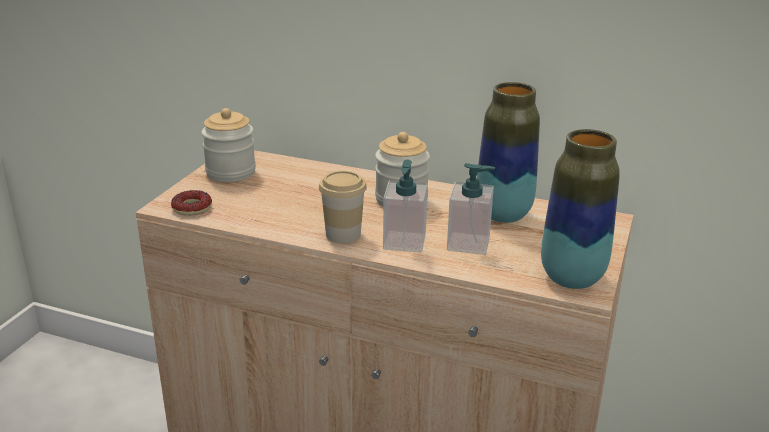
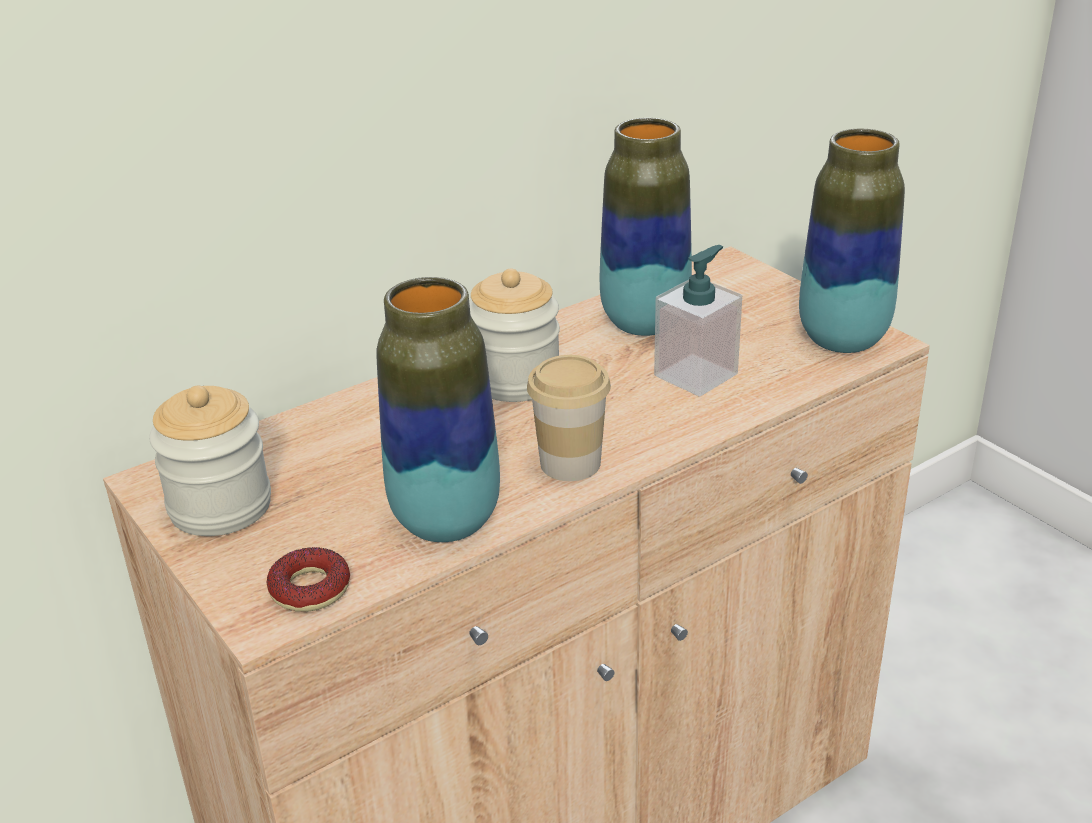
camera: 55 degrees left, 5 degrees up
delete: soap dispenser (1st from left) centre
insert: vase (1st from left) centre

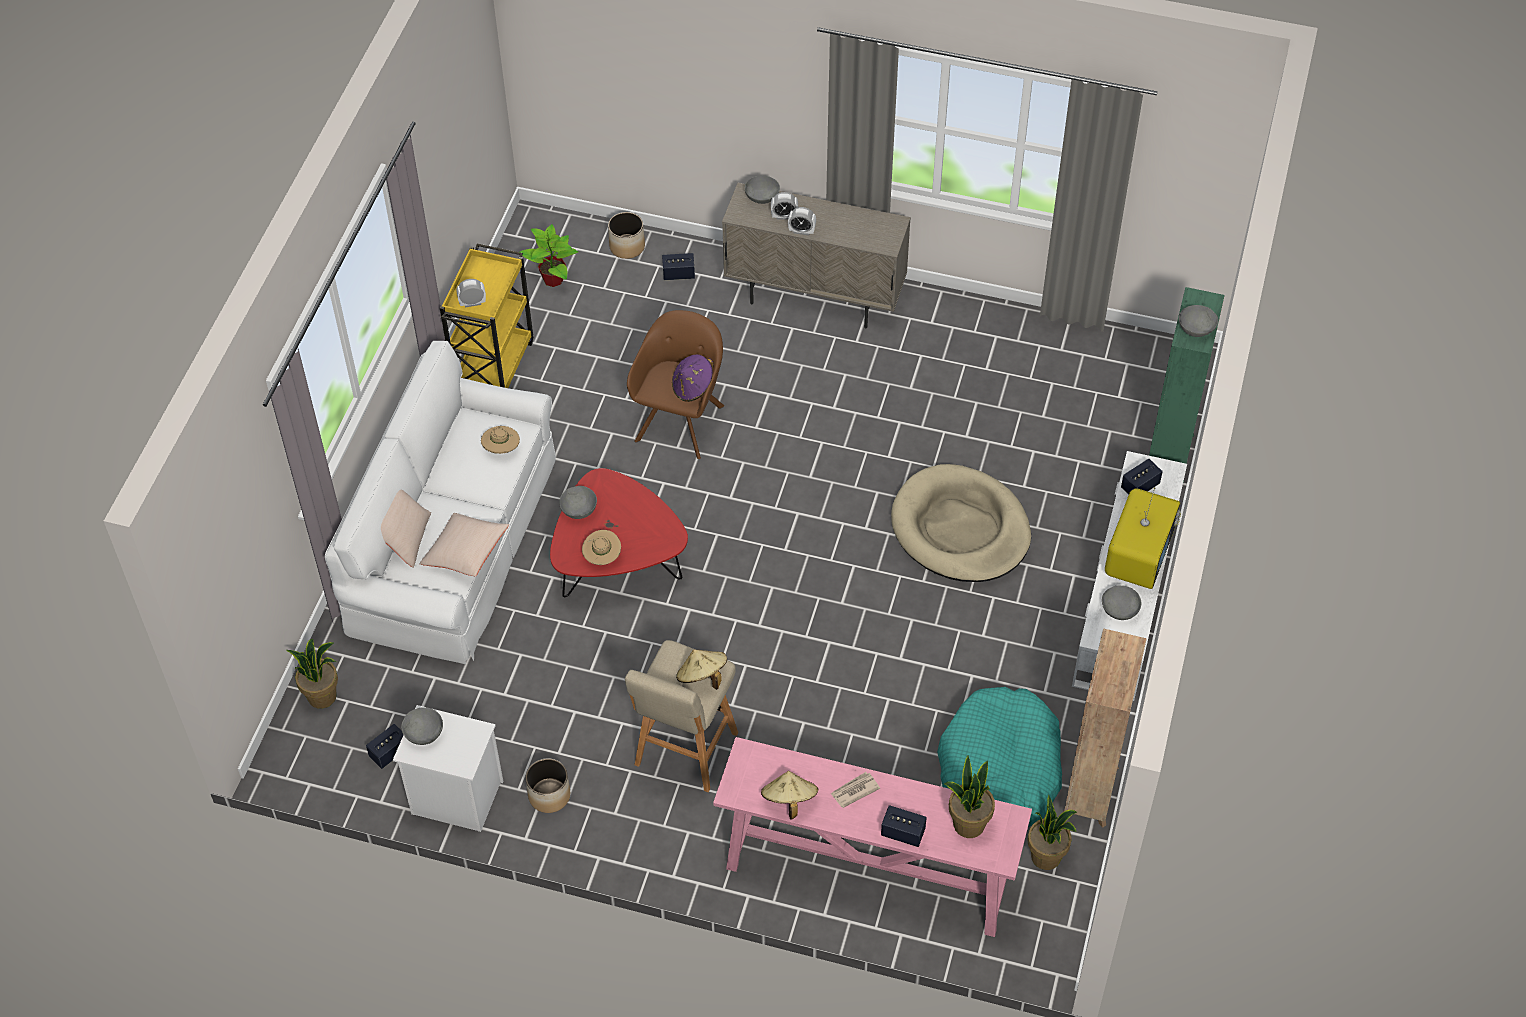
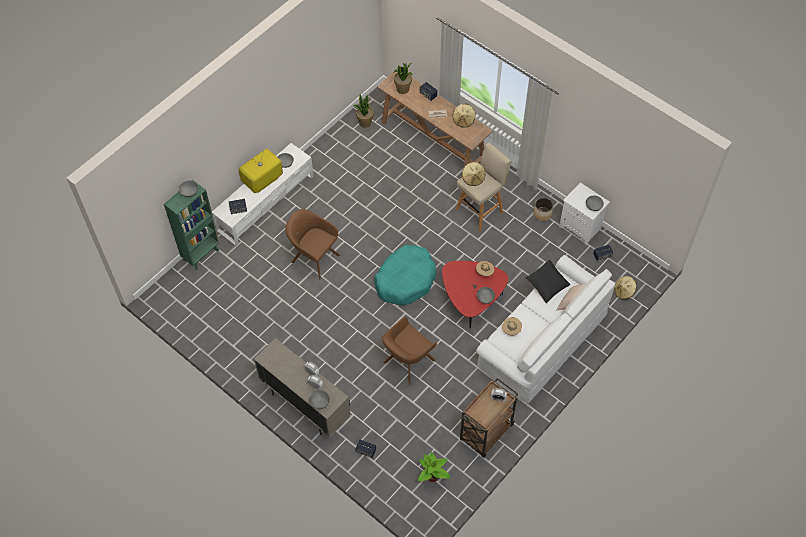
camera: 155 degrees left, 5 degrees up
delete: planter (2nd from left) top centre; purple-coloured clothing hat centre; brownish bookcase bottom right
move: turquoise dog bed bottom centre to centre
replace: potted plant (1st from left) middle left to beige-coloured clothing hat (5th from left) middle right; beige-coloured dog bed centre to brownish armchair (1st from left) centre
recolor: beige-coloured cushion (2nd from left) middle left to black cushion middle right; yellow wheeled cart top left to brownish wheeled cart bottom centre; pink hall table bottom centre to brownish hall table top centre

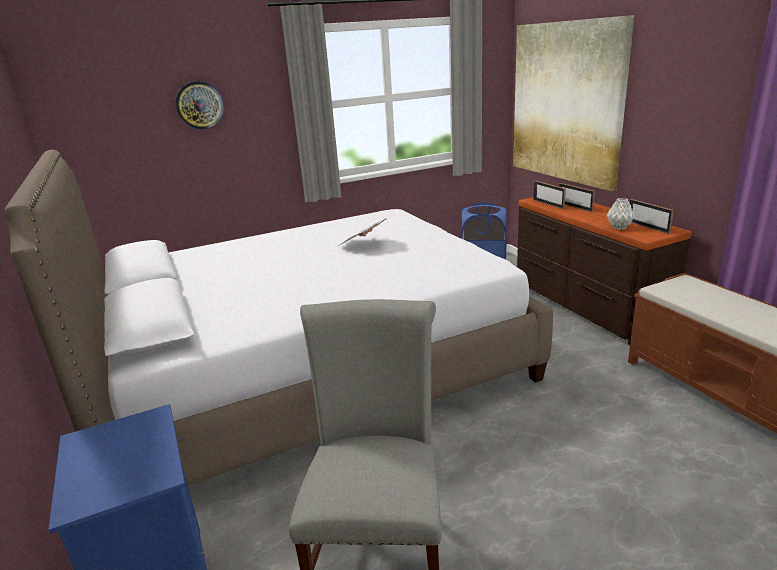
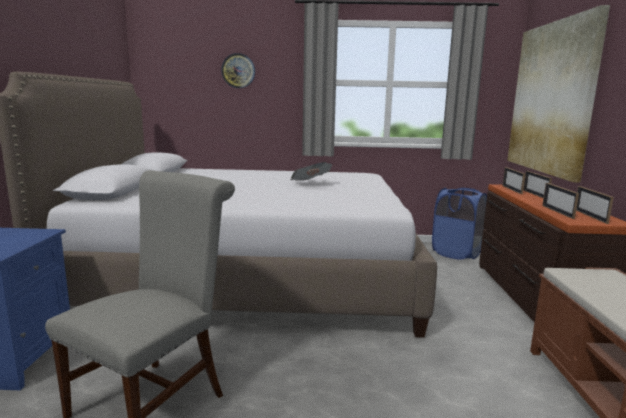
camera: 25 degrees right, 10 degrees down
replace: gray vase middle right to picture frame (3rd from left) middle right

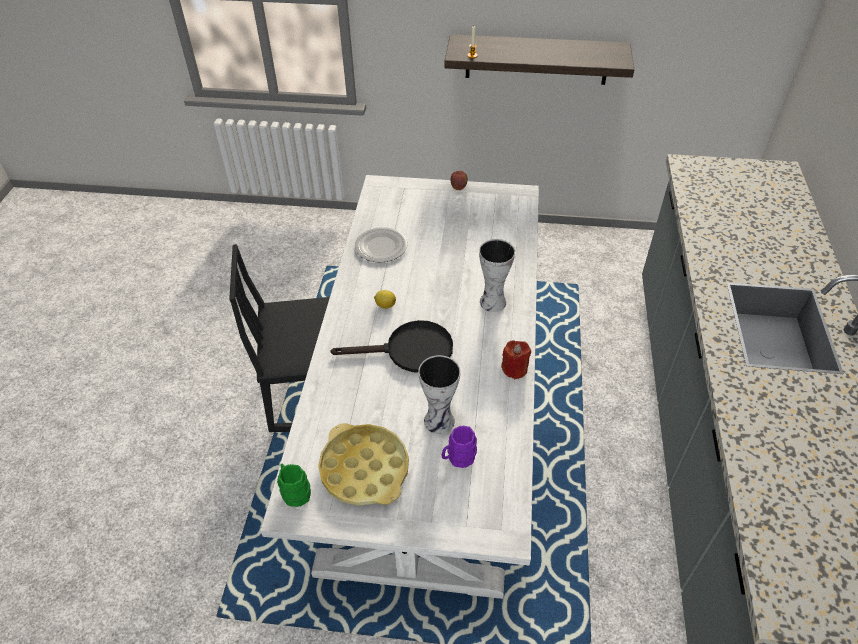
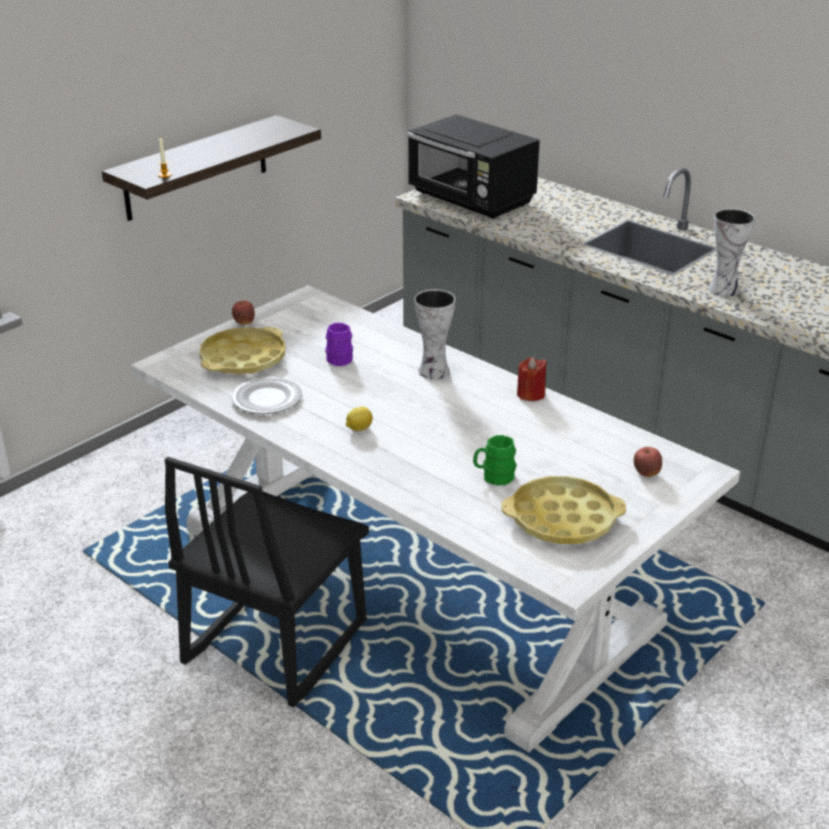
camera: 55 degrees left, 15 degrees down
delete: black skillet centre
insert: yellow carrying tray (1st from left) middle left; black kitchen microwave top centre; apple (2nd from left) middle right
move: greenish mug bottom centre to centre; vase (1st from left in the first image) centre to vase (2nd from left) top right; purple-coloured mug bottom centre to centre

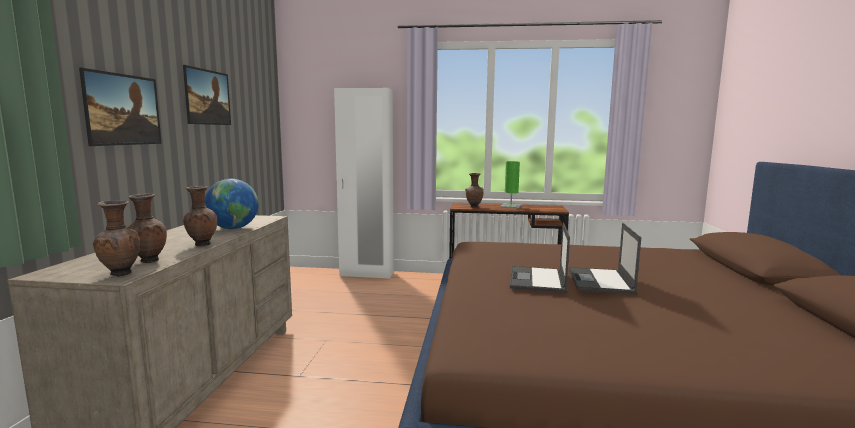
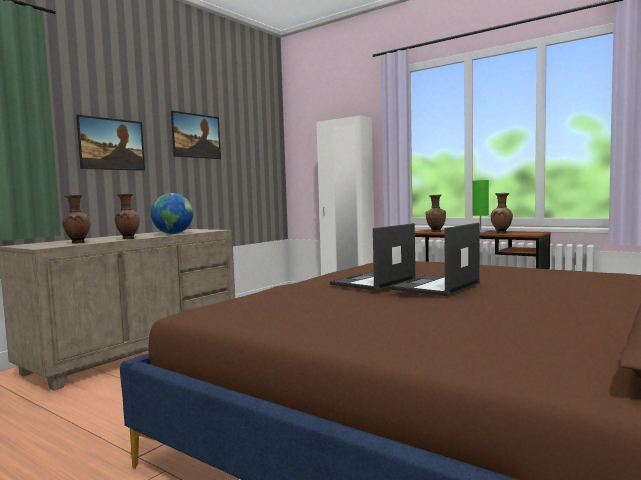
camera: 30 degrees right, 5 degrees down
move: brownish vase (1st from left in the first image) middle left to brownish vase (4th from left) middle right

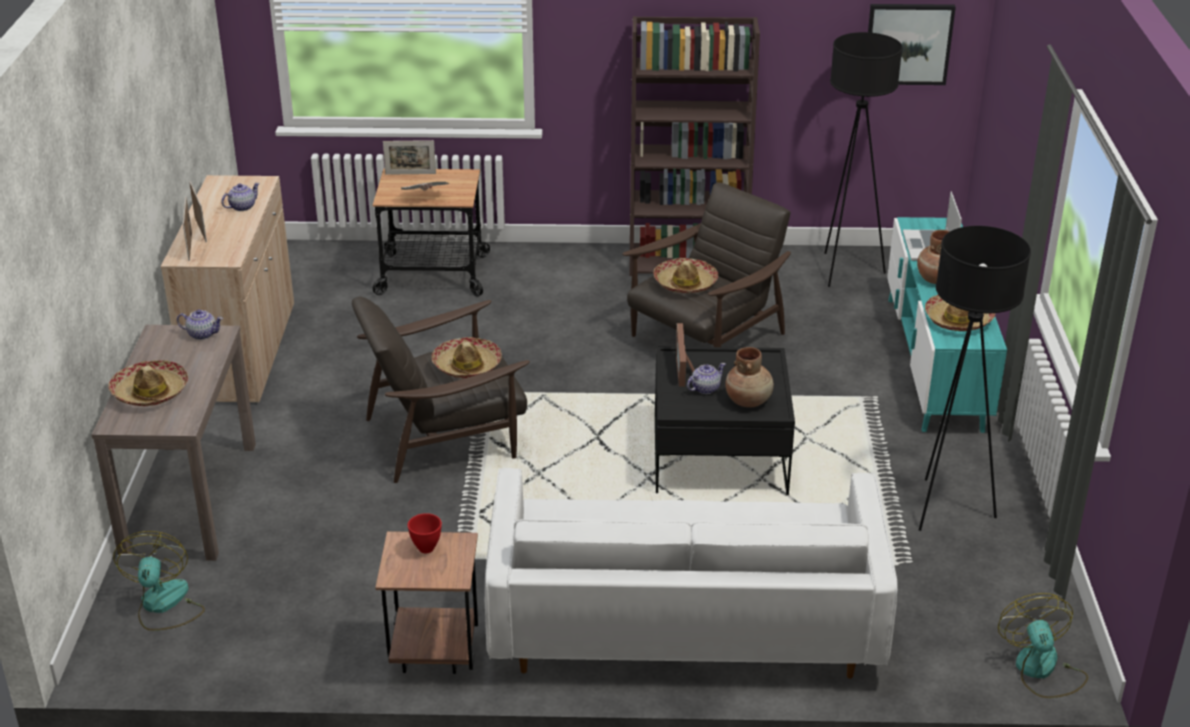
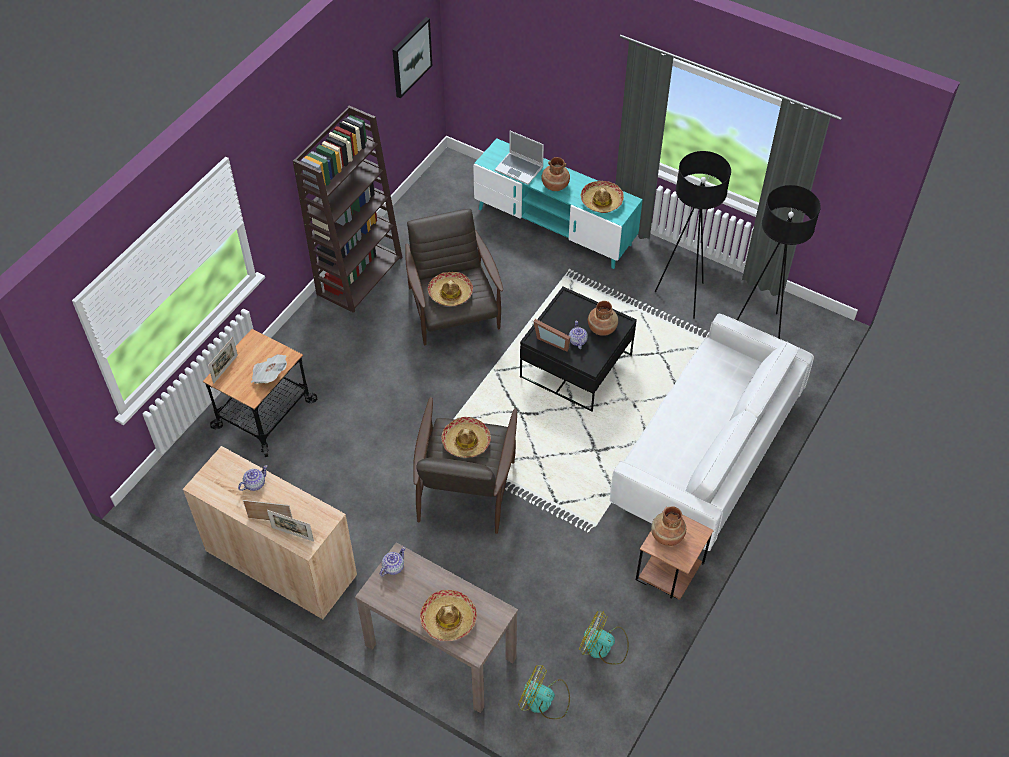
camera: 60 degrees left, 20 degrees up
move: black floor lamp (1st from left in the first image) top right to black floor lamp (2nd from left) middle right; fan (2nd from left) bottom right to bottom centre
replace: reddish serving bowl bottom centre to brownish vase (3rd from left) bottom centre
rotate: teapot (2nd from left in the first image) top left = middle left 60 degrees clockwise

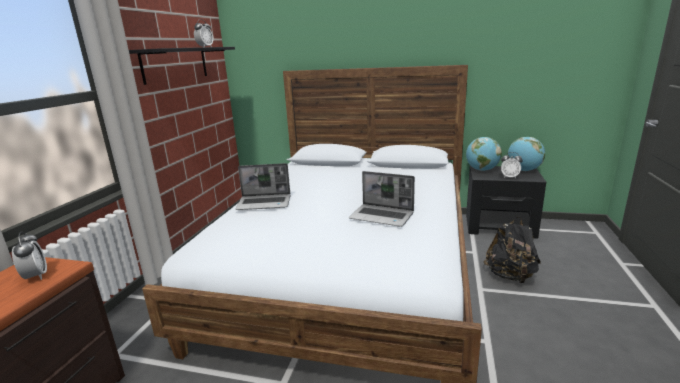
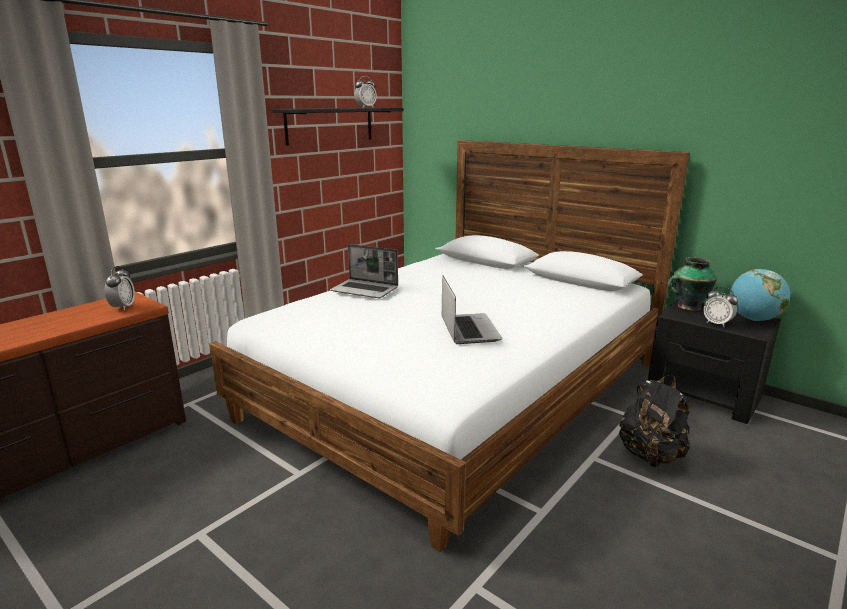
camera: 25 degrees right, 0 degrees up
replace: globe (1st from left) middle right to vase middle right
rotate: laptop (2nd from left) centre = centre 150 degrees counterclockwise

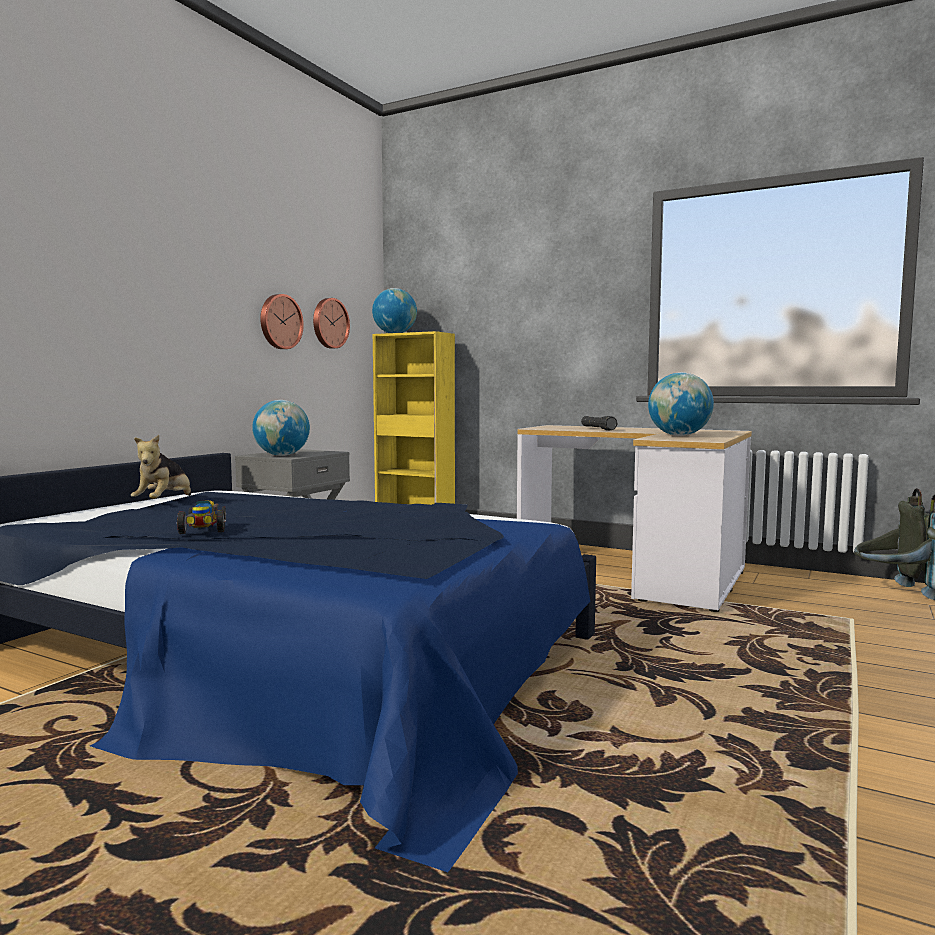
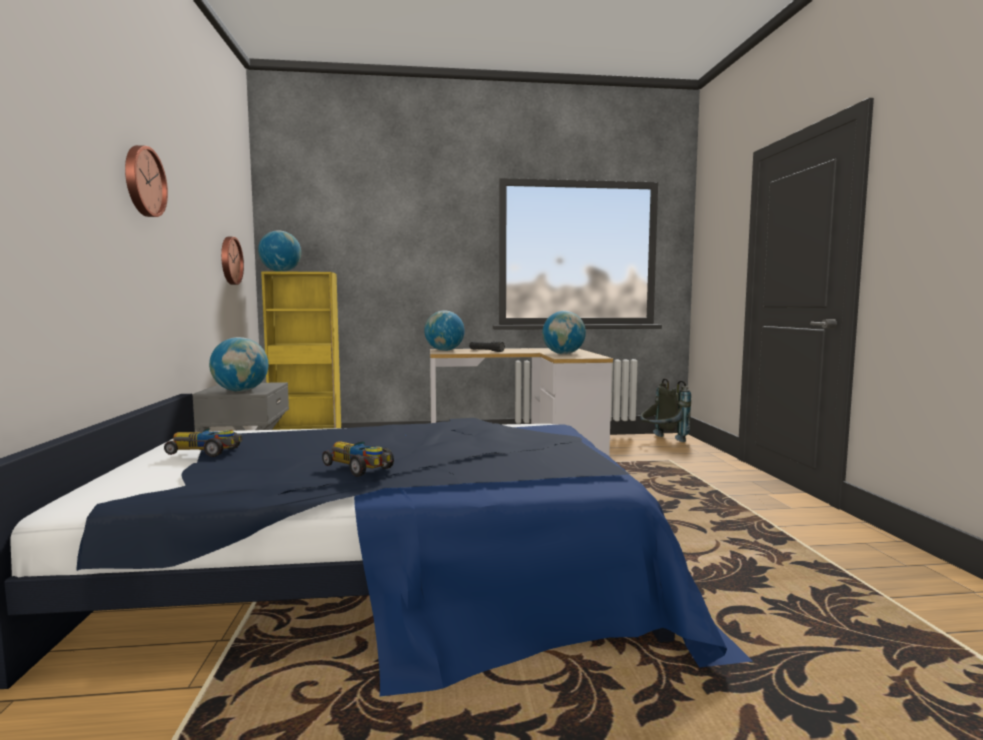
camera: 35 degrees left, 0 degrees up
insert: globe (3rd from left) centre
move: clock on the wall (1st from left) middle left to top left
replace: cuddly toy middle left to model car (1st from left) middle left

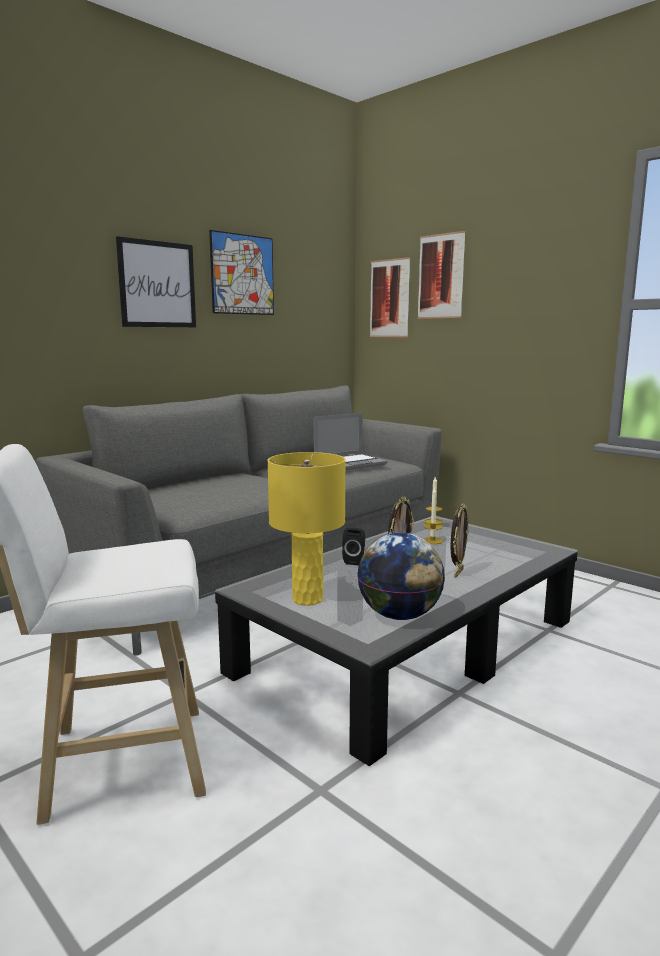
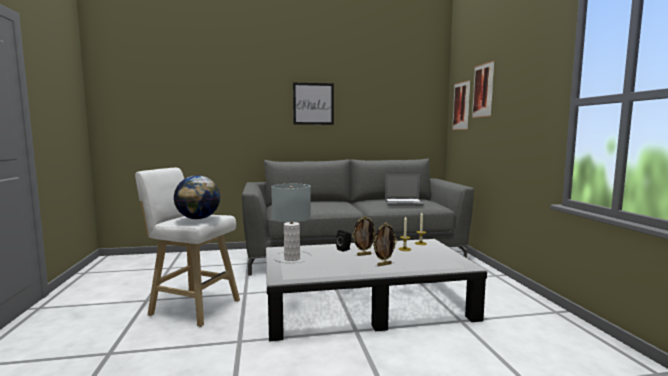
camera: 35 degrees right, 5 degrees down
delete: picture (2nd from left) top centre
move: globe centre to middle left
recolor: yellow table lamp centre to gray table lamp centre

